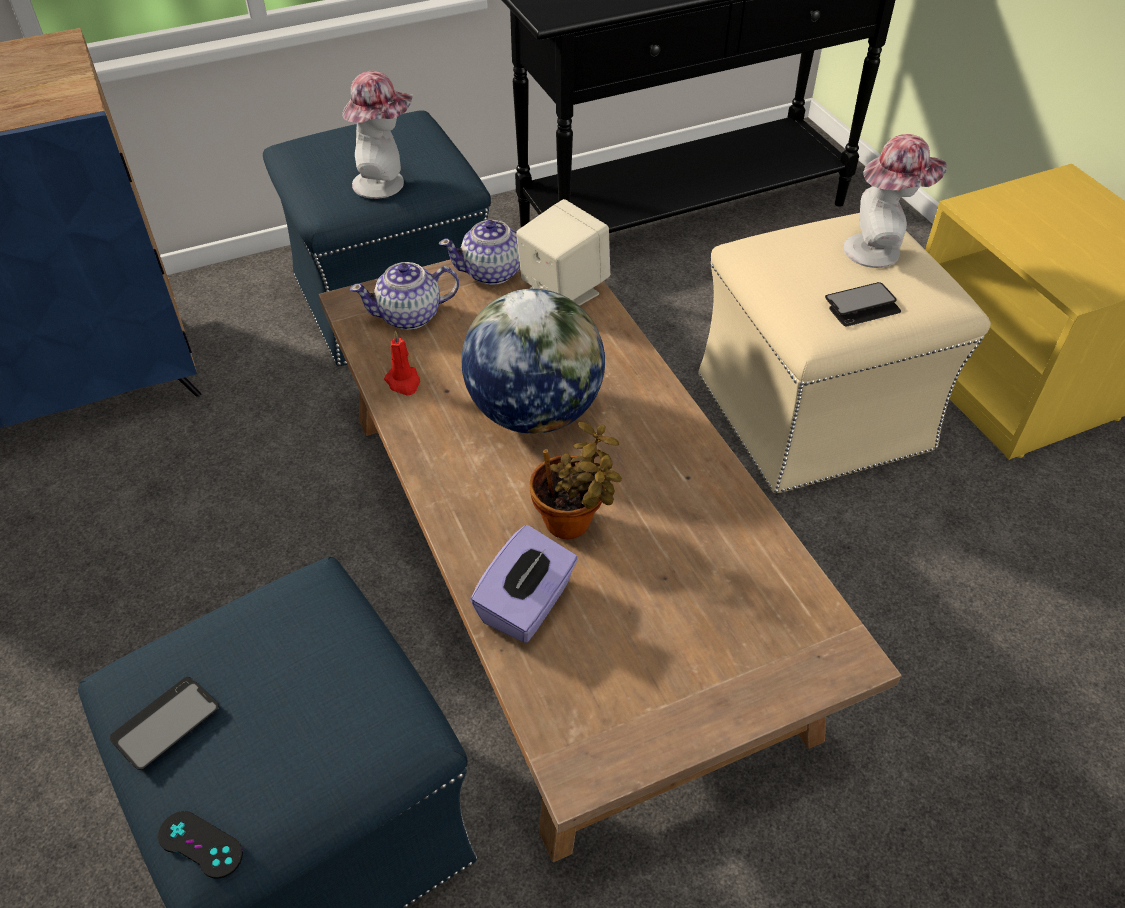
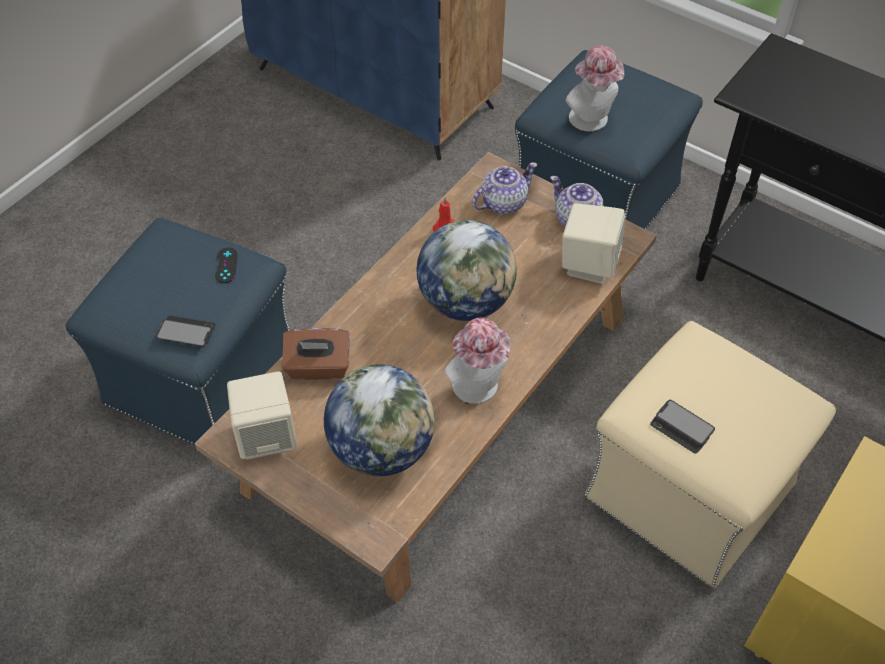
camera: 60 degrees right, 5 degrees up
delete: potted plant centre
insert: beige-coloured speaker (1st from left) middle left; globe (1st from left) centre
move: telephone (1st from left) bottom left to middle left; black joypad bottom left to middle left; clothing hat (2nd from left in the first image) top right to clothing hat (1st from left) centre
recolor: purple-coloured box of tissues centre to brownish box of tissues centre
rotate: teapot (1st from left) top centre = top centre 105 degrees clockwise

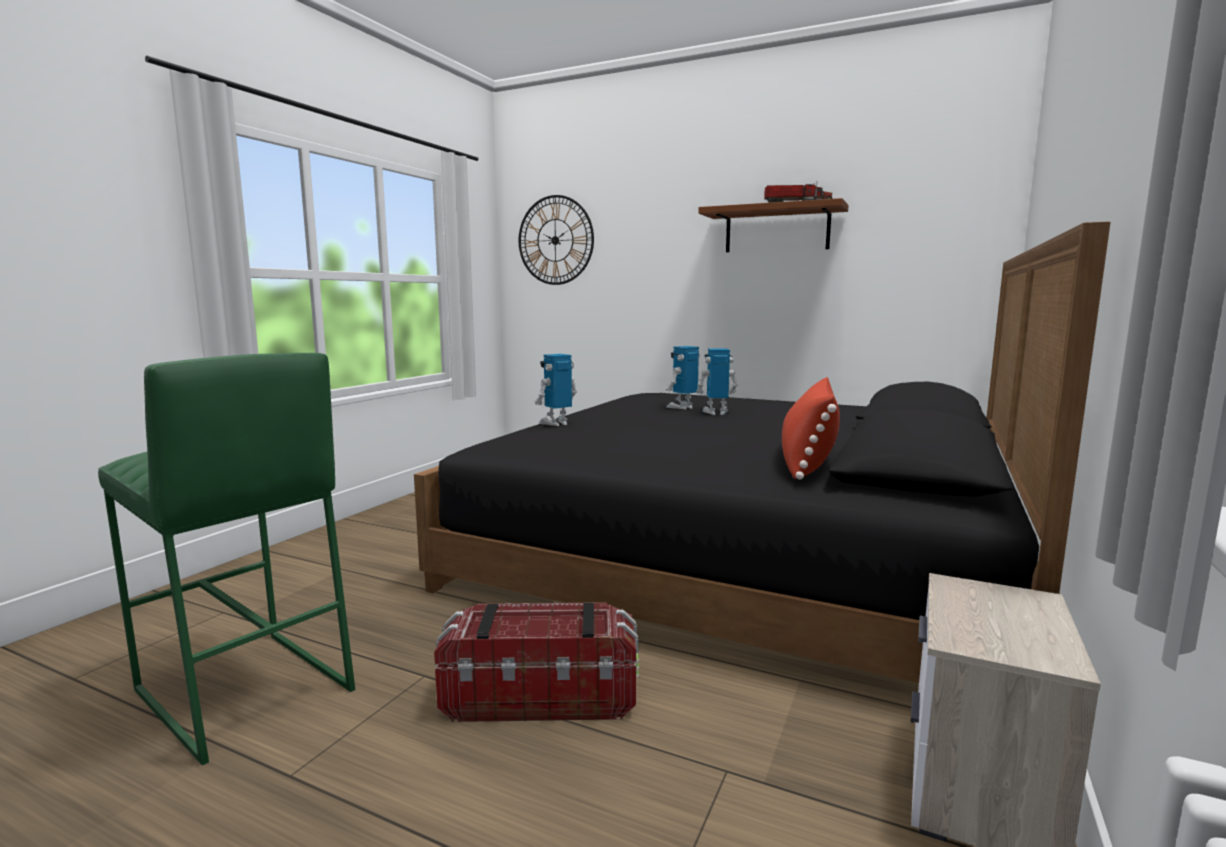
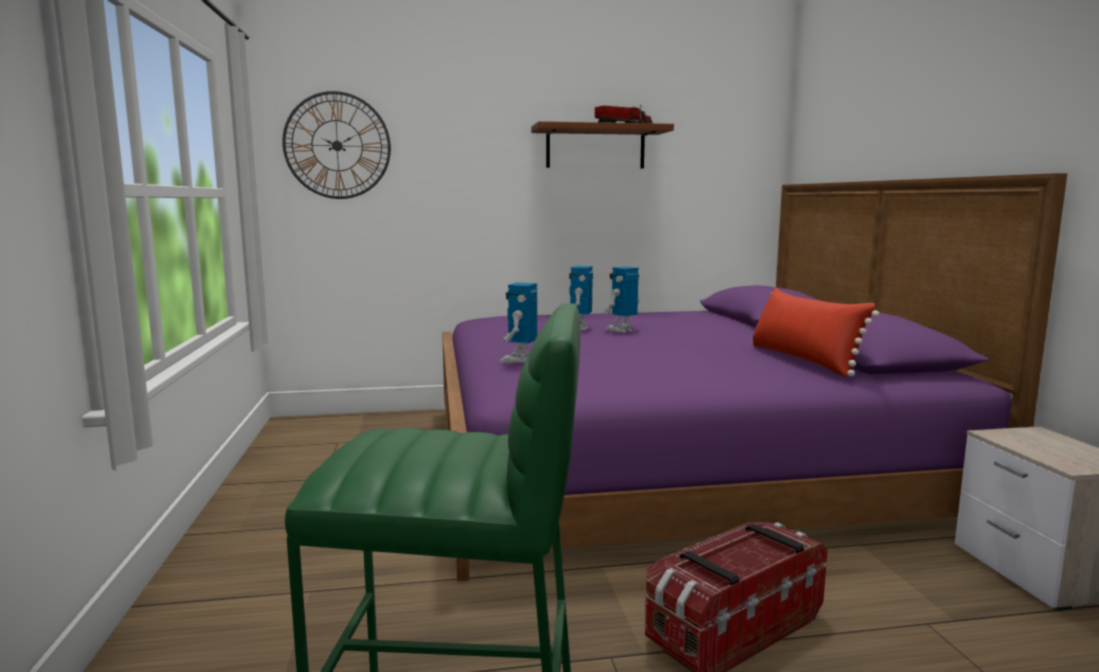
camera: 35 degrees left, 0 degrees up
recolor: black bedroom bed centre to purple-coloured bedroom bed middle right

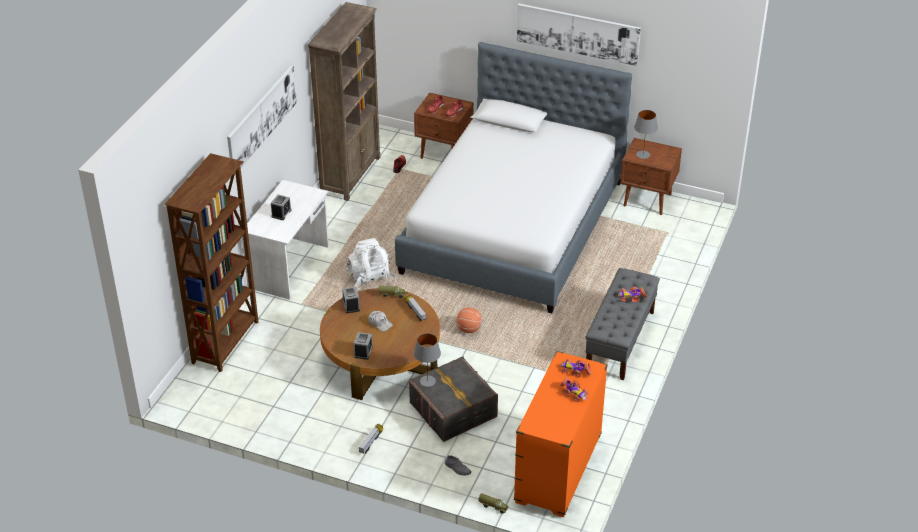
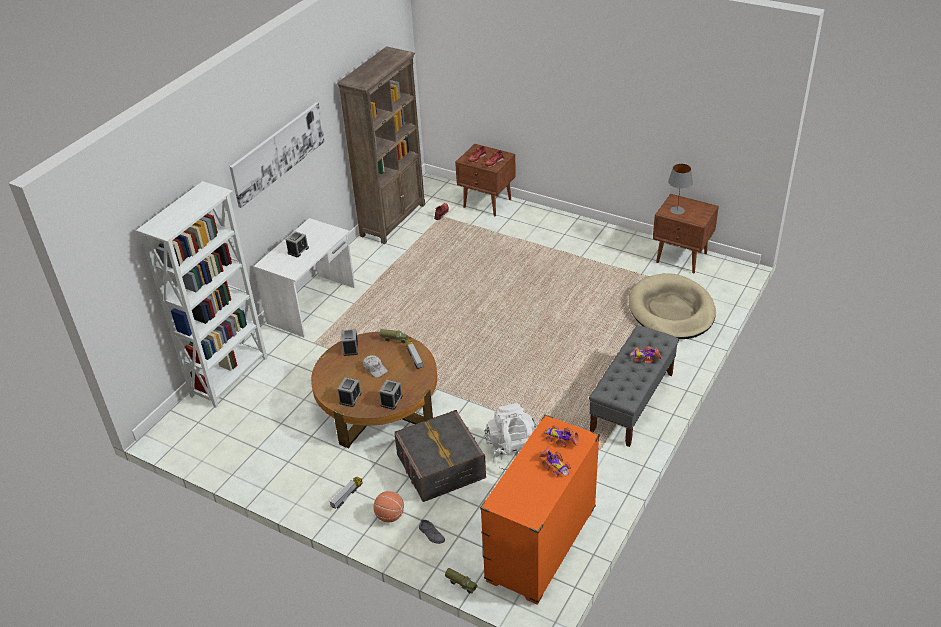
camera: 10 degrees right, 0 degrees up
delete: bedroom bed top centre; gray table lamp (1st from left) bottom centre; picture (2nd from left) top centre
insert: alarm clock (4th from left) centre; beige-coloured dog bed middle right
move: whitish rucksack centre to bottom centre; ball for basketball centre to bottom centre
recolor: brownish bookcase (1st from left) middle left to whitish bookcase middle left

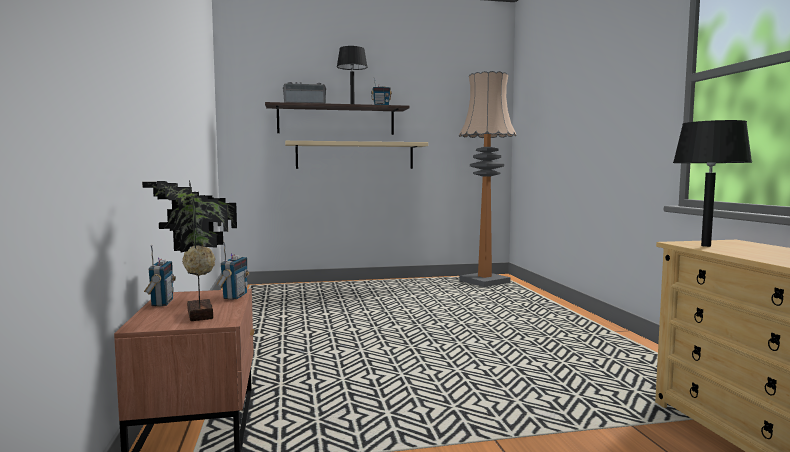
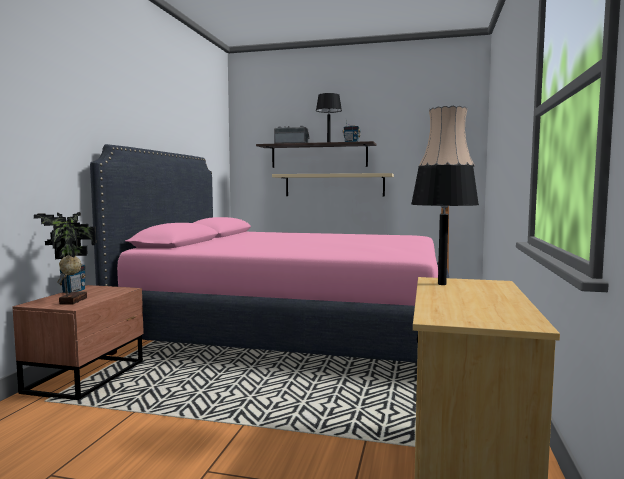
camera: 25 degrees right, 0 degrees up
delete: radio set (2nd from left) middle left
insert: pink bedroom bed centre

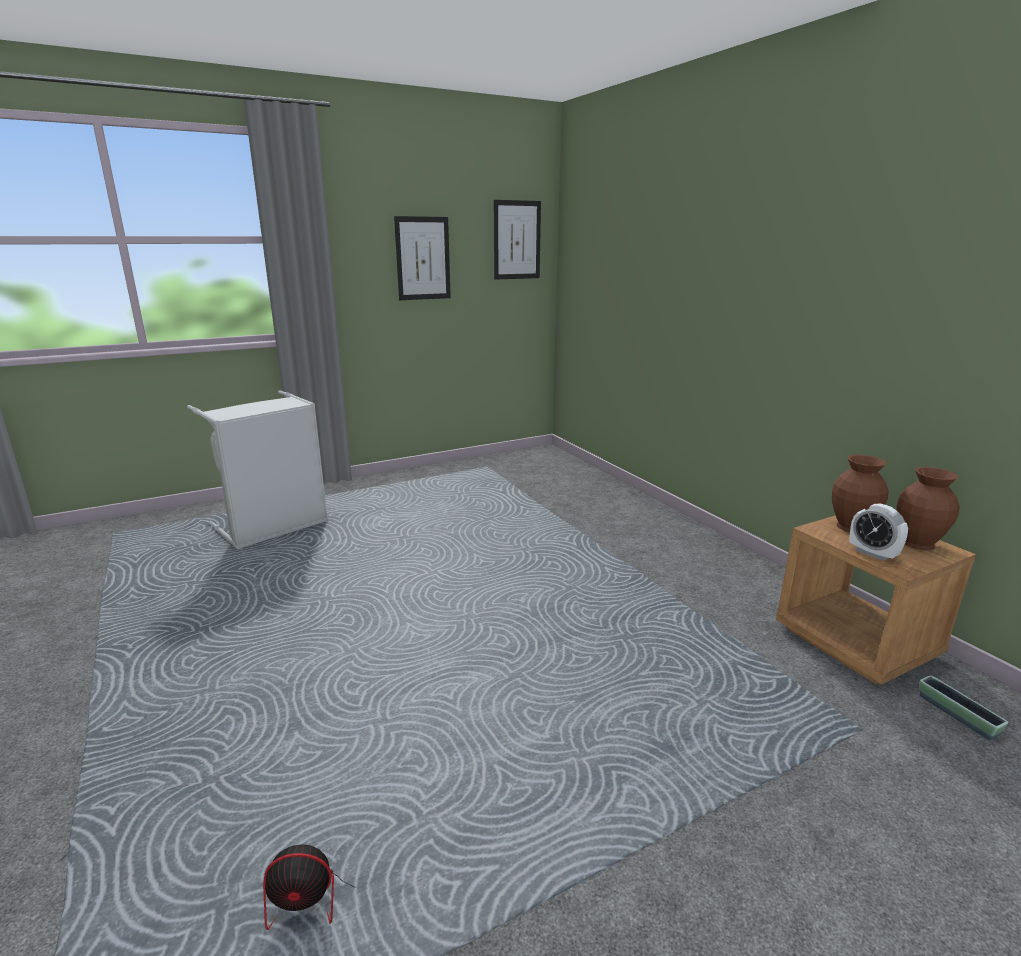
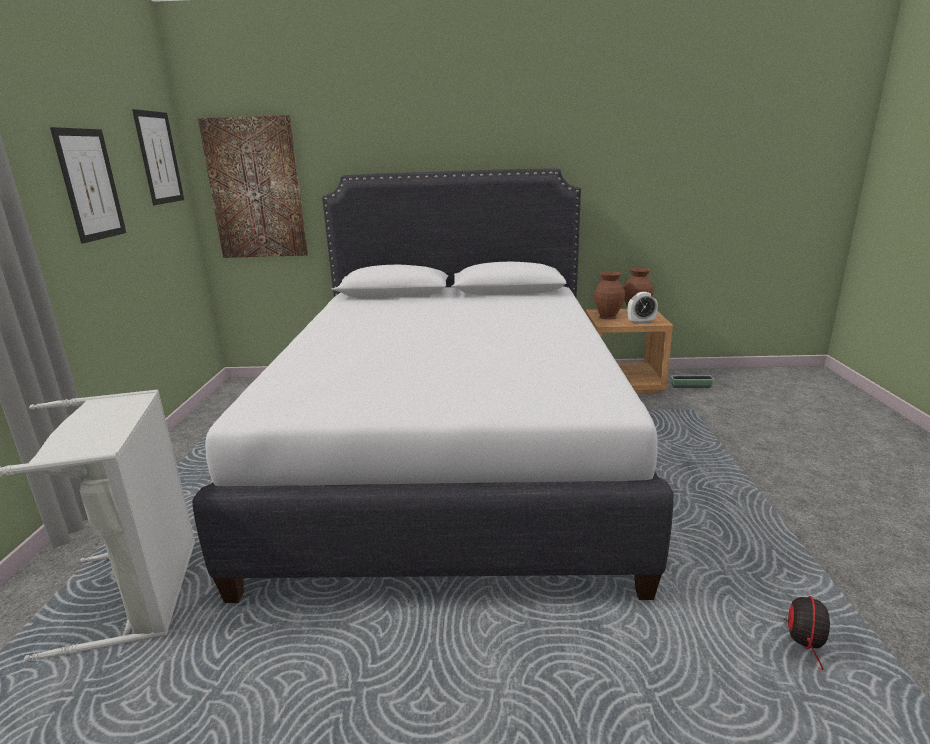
camera: 60 degrees left, 0 degrees up
insert: whitish bedroom bed centre; picture (3rd from left) top left

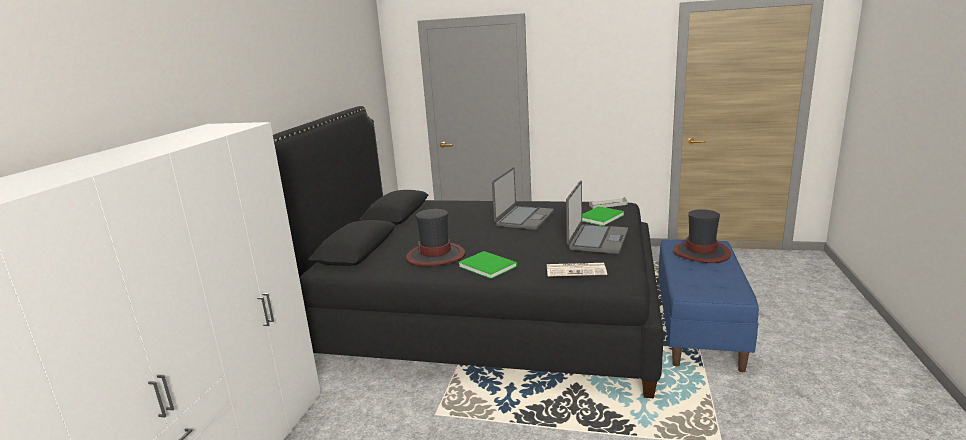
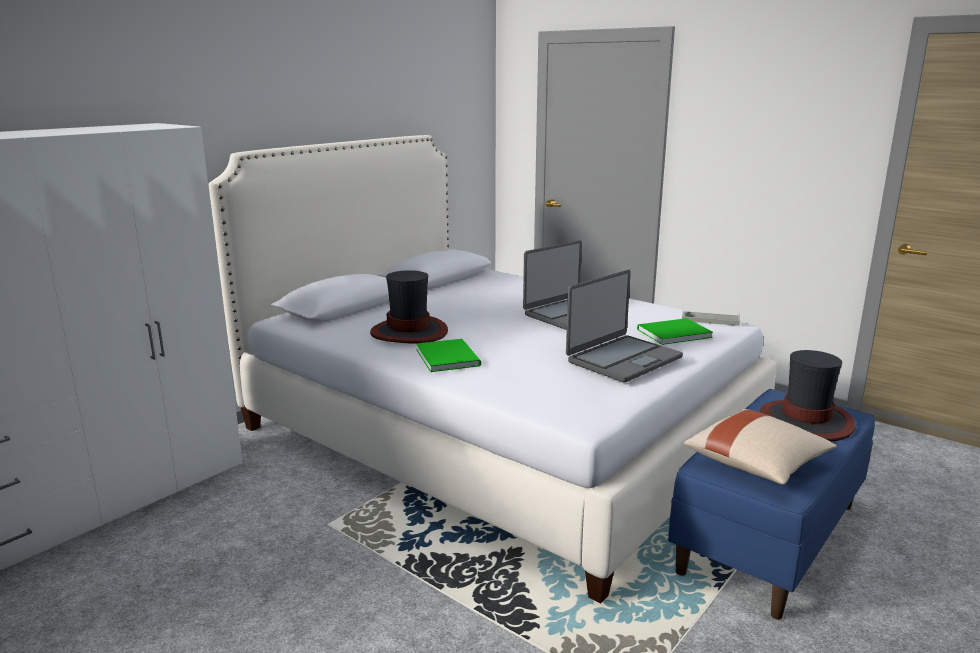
camera: 25 degrees right, 0 degrees up
delete: printed paper centre
insert: beige-coloured cushion bottom right
recolor: black bedroom bed centre to whitish bedroom bed centre

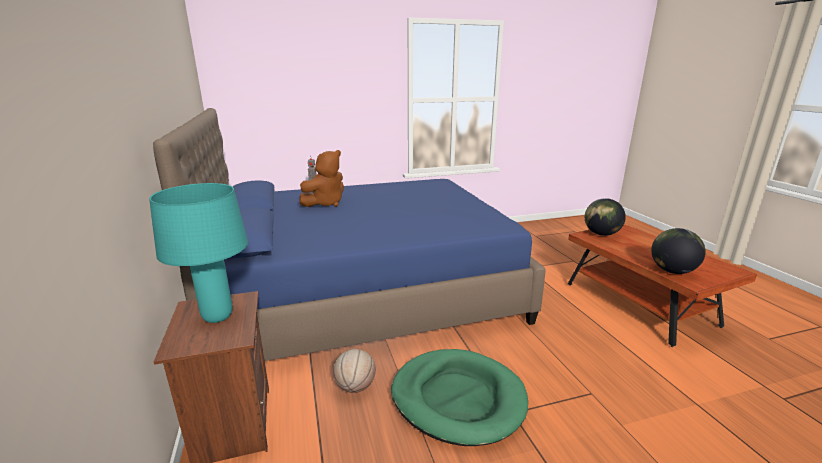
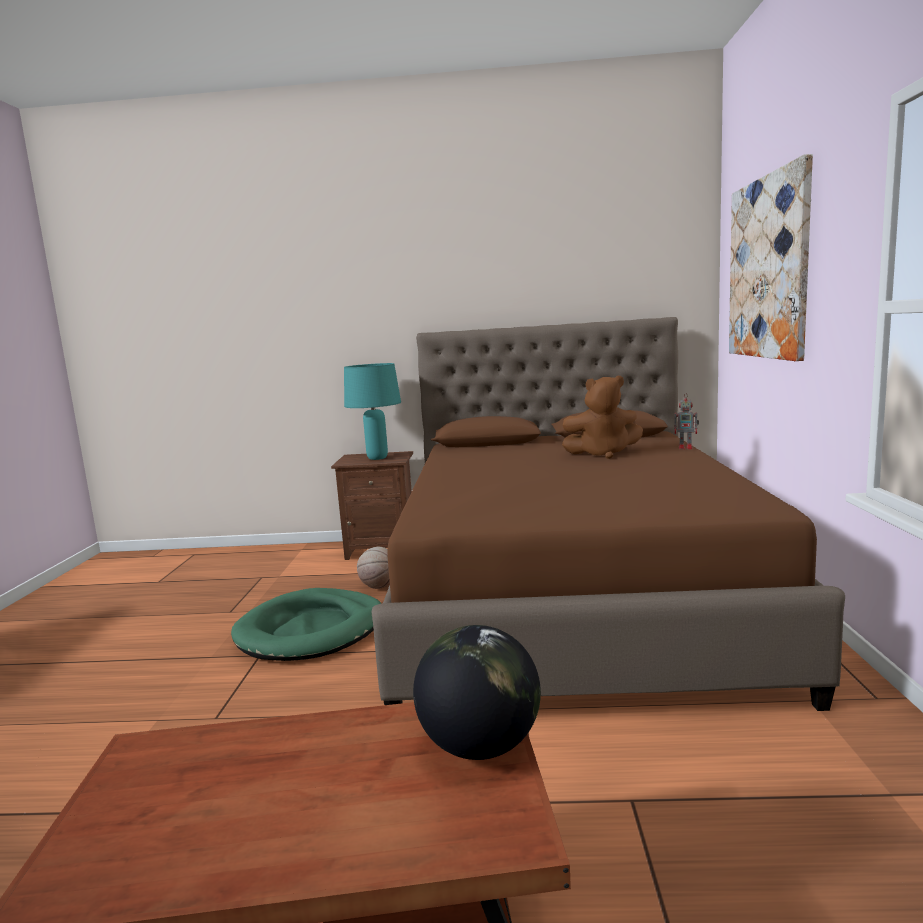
camera: 110 degrees right, 10 degrees down
delete: globe (2nd from left) middle right
insert: picture top right
recolor: blue-coloured bedroom bed centre to brownish bedroom bed centre
rotate: brownish cuddly toy centre = centre 60 degrees counterclockwise

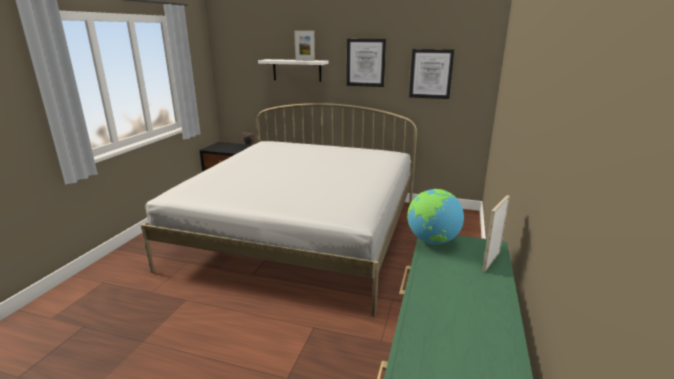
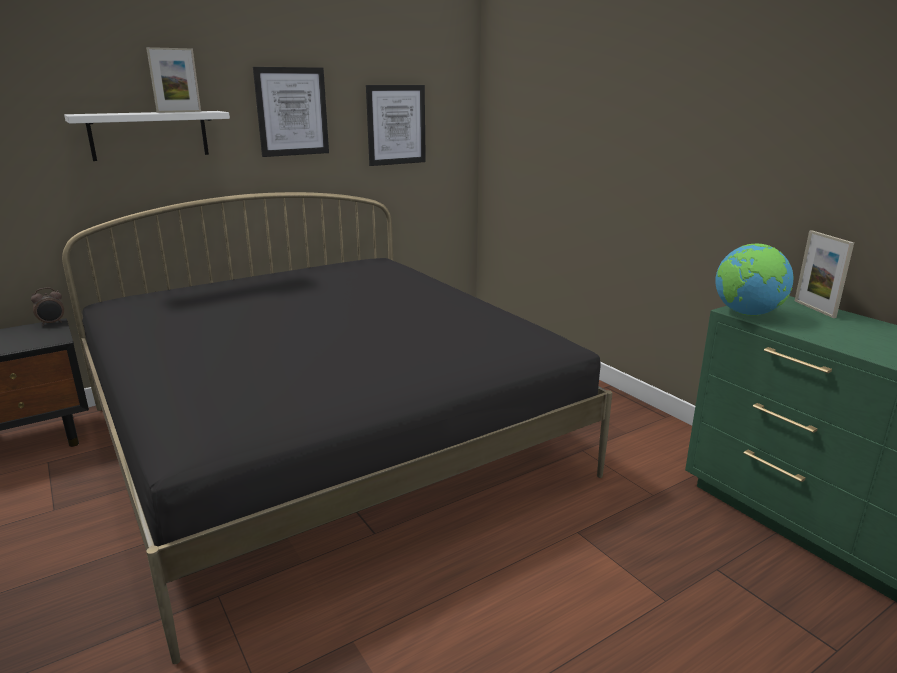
camera: 50 degrees left, 0 degrees up
recolor: whitish bedroom bed centre to black bedroom bed centre

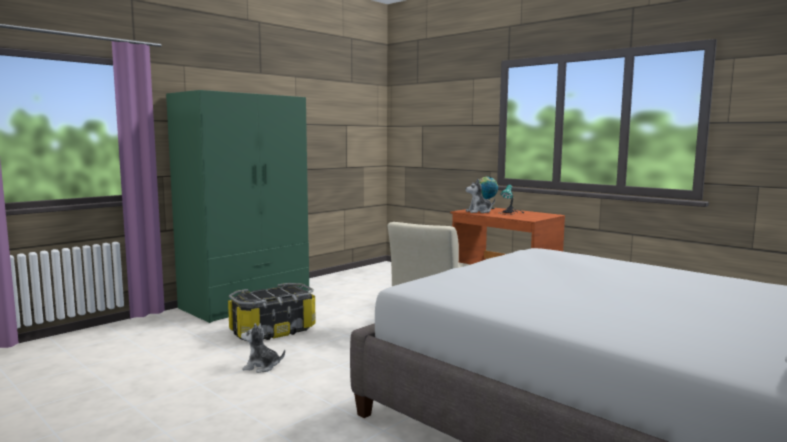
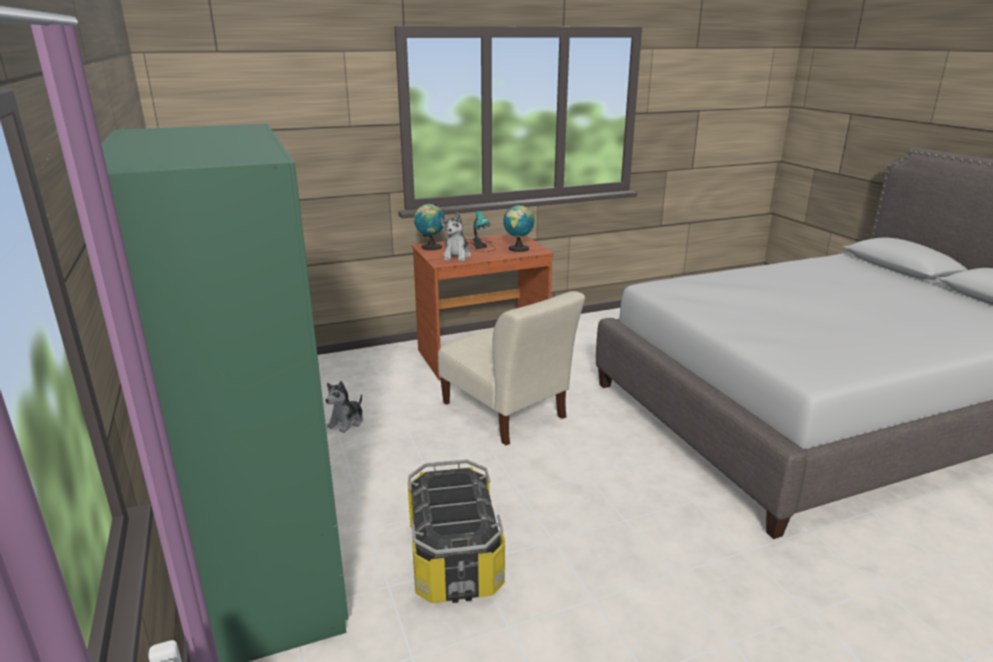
camera: 65 degrees left, 15 degrees up
insert: globe (2nd from left) centre
move: cuddly toy (1st from left) bottom centre to centre

